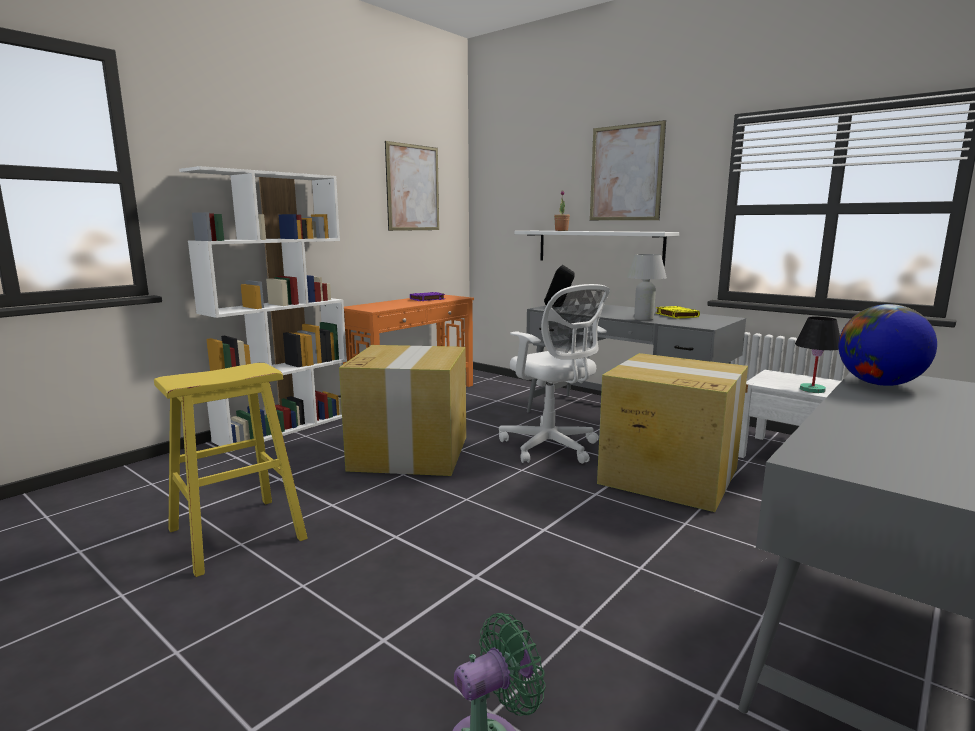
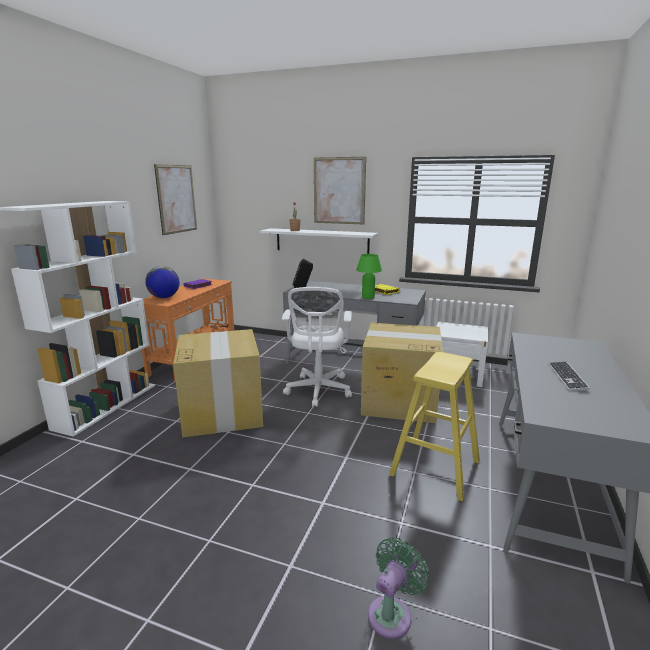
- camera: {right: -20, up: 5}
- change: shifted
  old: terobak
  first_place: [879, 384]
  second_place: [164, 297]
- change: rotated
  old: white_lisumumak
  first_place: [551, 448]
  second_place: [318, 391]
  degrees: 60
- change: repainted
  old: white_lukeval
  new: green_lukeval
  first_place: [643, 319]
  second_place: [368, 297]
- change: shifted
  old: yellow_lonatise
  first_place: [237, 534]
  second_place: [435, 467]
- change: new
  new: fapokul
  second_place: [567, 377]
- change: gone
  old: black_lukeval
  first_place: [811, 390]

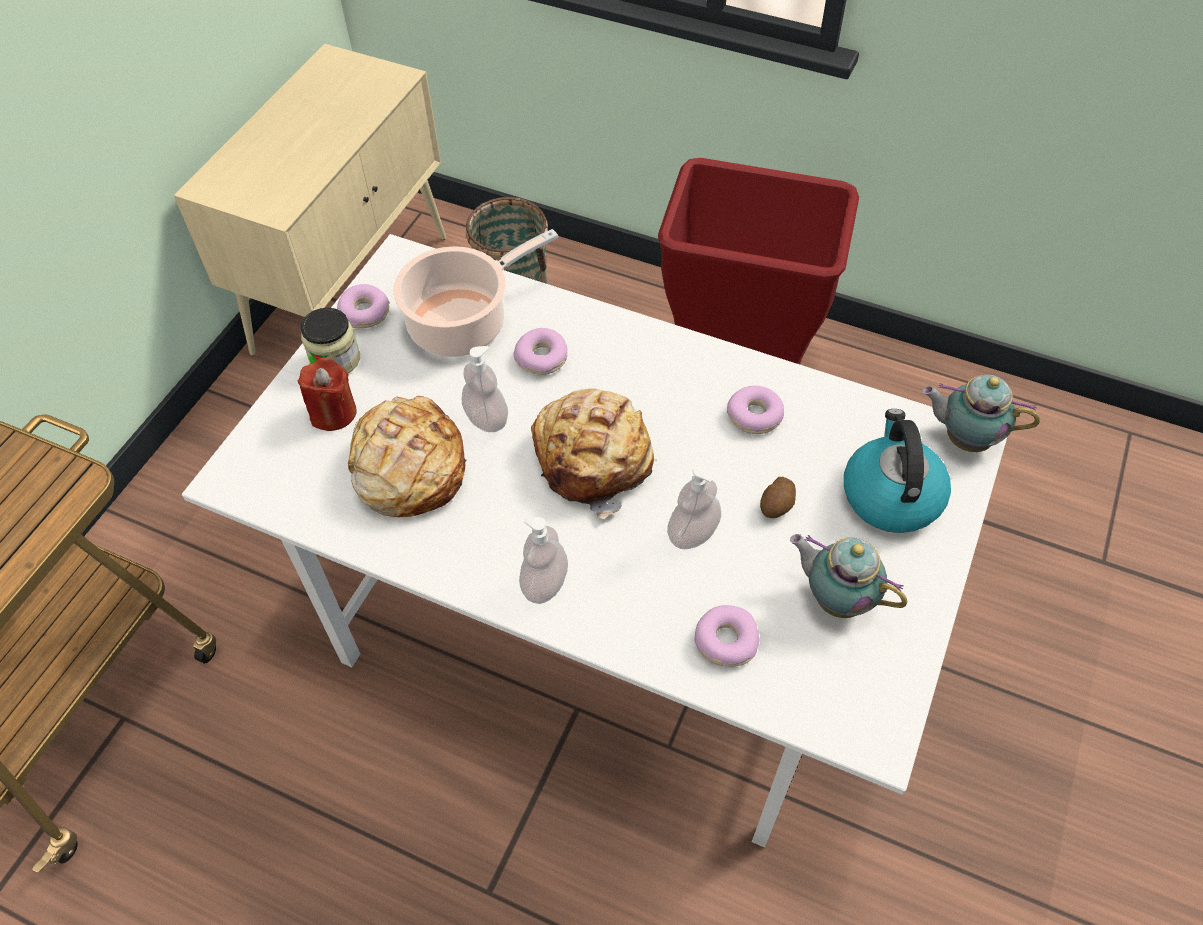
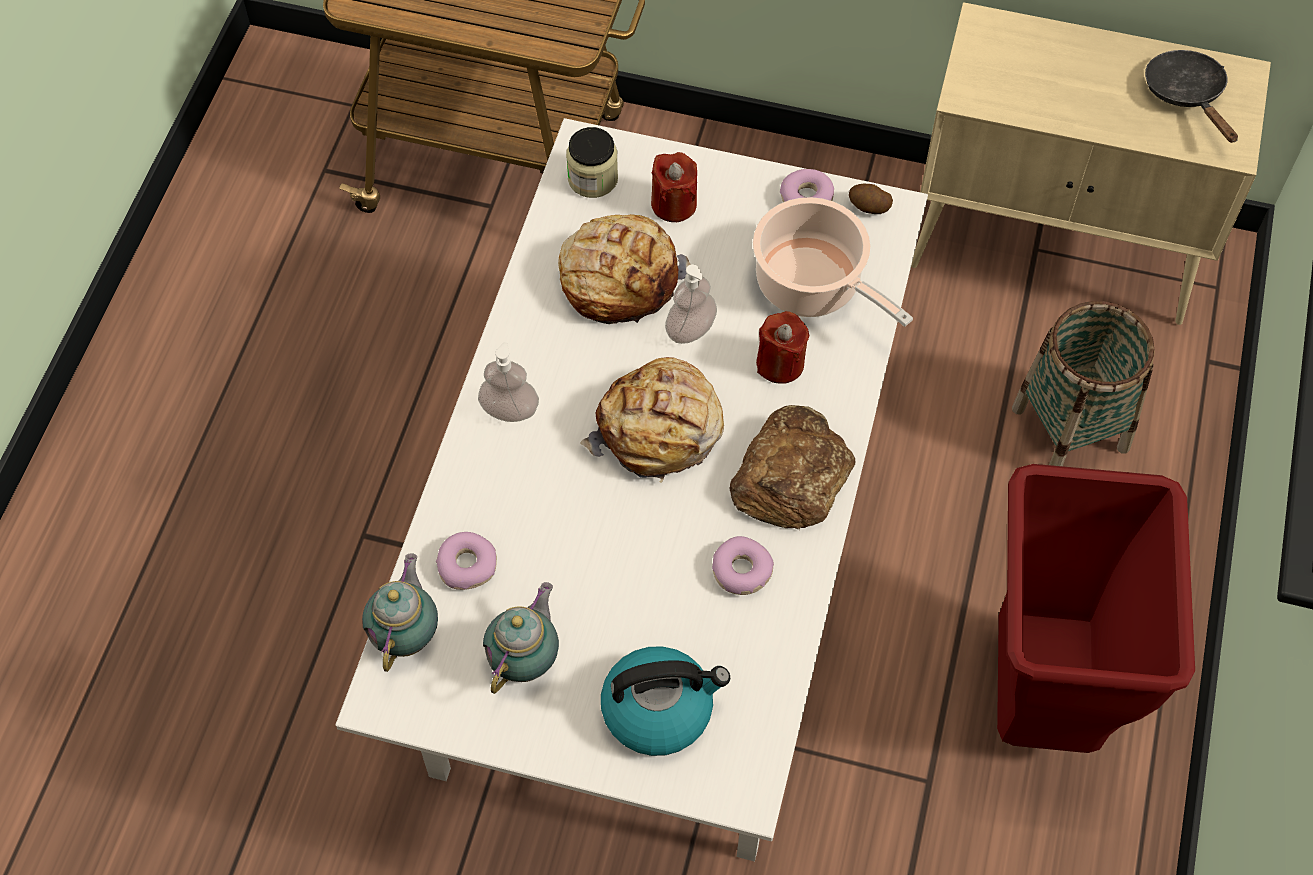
- camera: {right: 80, up: 5}
- change: shifted
  old: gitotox
  first_place: [964, 438]
  second_place: [407, 634]
- change: shifted
  old: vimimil
  first_place: [335, 360]
  second_place: [593, 179]
- change: new
  new: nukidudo
  second_place: [791, 475]
- change: swapped
  old: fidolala
  new: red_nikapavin
  first_place: [542, 358]
  second_place: [780, 363]
- change: shifted
  old: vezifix
  first_place: [777, 506]
  second_place: [868, 207]
- change: new
  new: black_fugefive
  second_place: [1187, 95]
- change: gone
  old: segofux
  first_place: [693, 533]

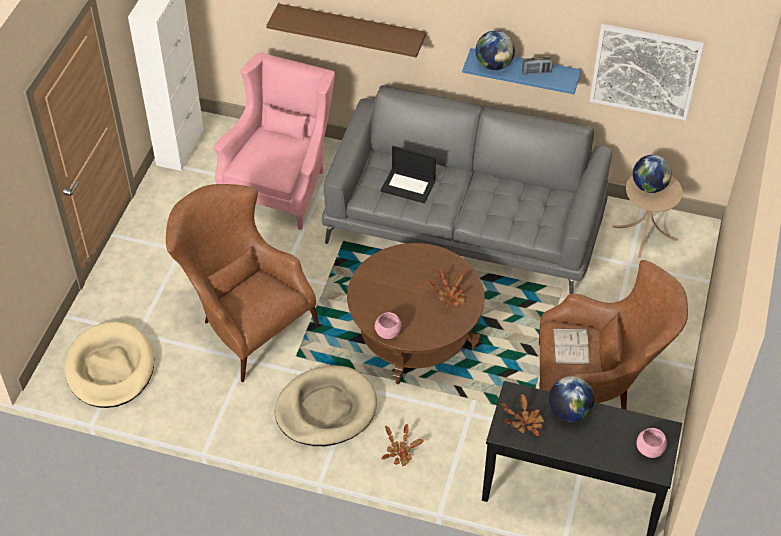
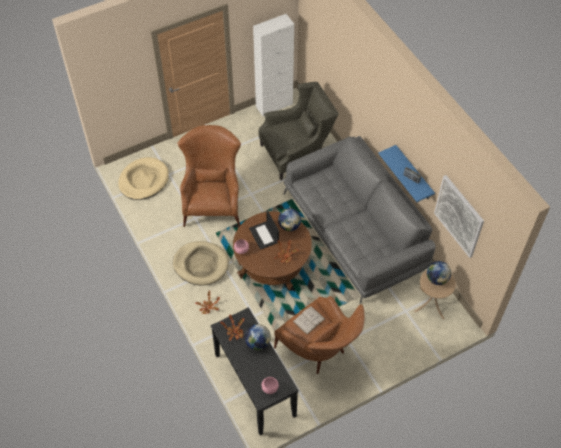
- camera: {right: 45, up: 5}
- change: shifted
  old: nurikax
  first_place: [409, 185]
  second_place: [264, 235]
- change: repainted
  old: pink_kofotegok
  new: grey_kofotegok
  first_place: [281, 183]
  second_place: [296, 153]
- change: shifted
  old: terobak
  first_place: [494, 65]
  second_place: [289, 226]
- change: gone
  old: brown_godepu
  first_place: [351, 28]

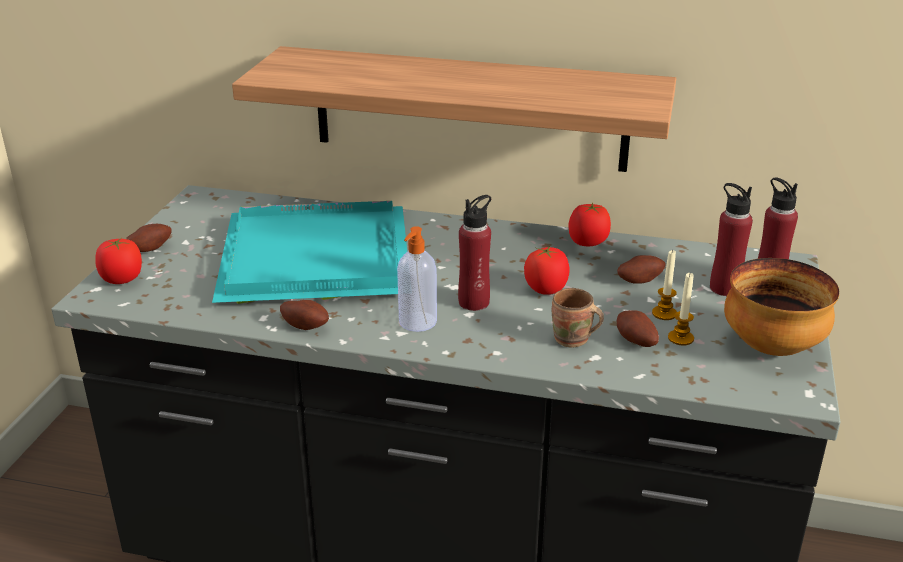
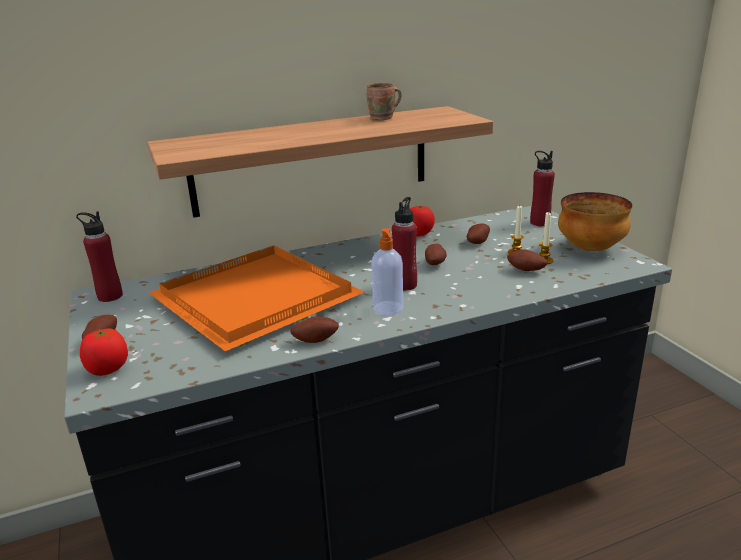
- camera: {right: -35, up: -5}
- change: shifted
  old: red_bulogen
  first_place: [724, 288]
  second_place: [110, 296]
- change: repainted
  old: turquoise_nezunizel
  new: orange_nezunizel
  first_place: [312, 260]
  second_place: [255, 301]
- change: shifted
  old: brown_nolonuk
  first_place: [572, 341]
  second_place: [383, 118]
- change: swapped
  old: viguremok
  new: vezifix
  first_place: [546, 289]
  second_place: [435, 264]

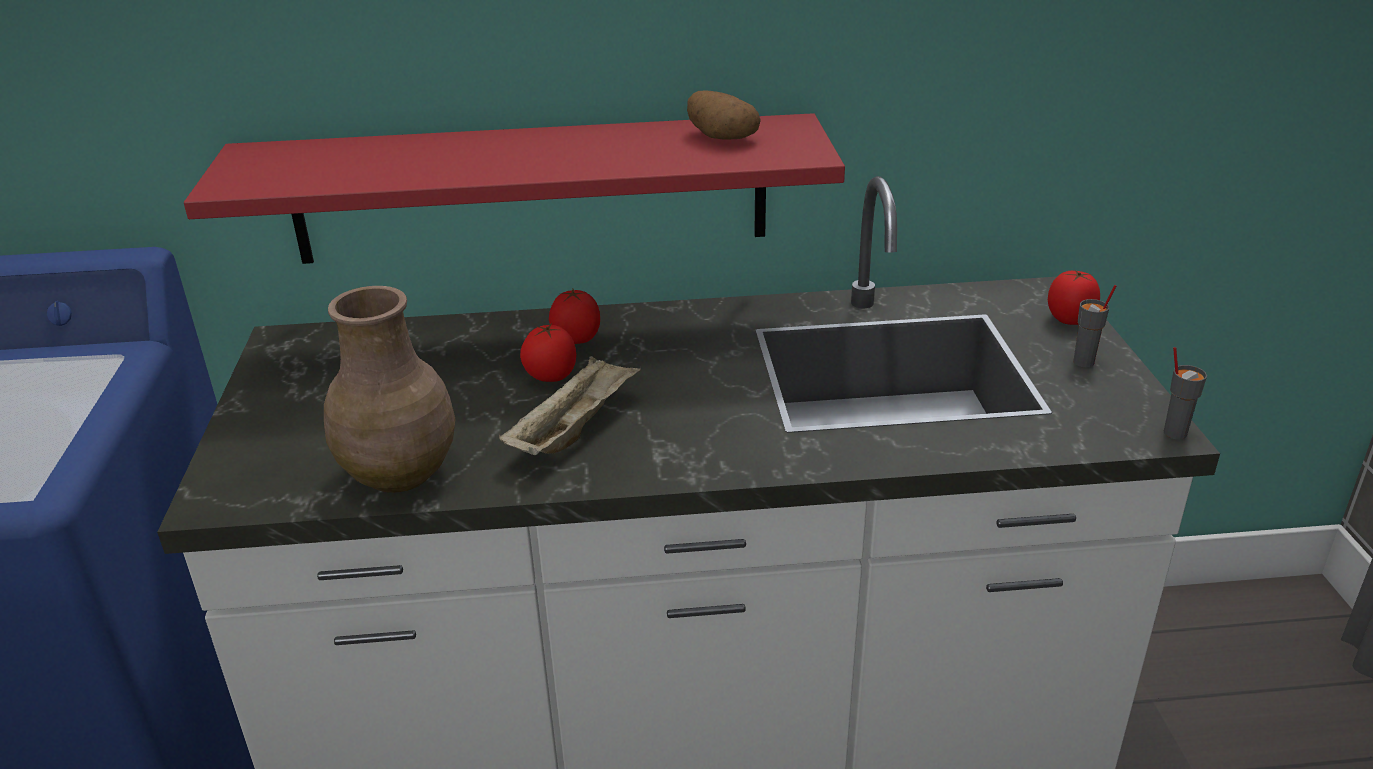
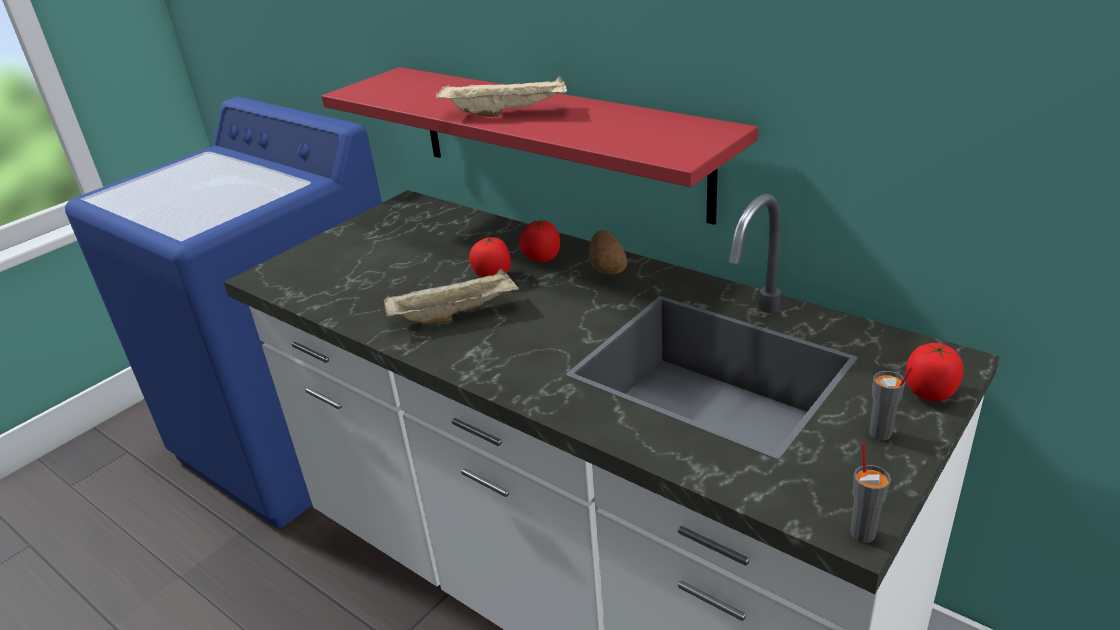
- camera: {right: 45, up: 0}
- change: new
  new: beige_nezunizel
  second_place: [507, 113]
- change: shifted
  old: vezifix
  first_place: [720, 137]
  second_place: [607, 267]
- change: gone
  old: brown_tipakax
  first_place: [401, 474]

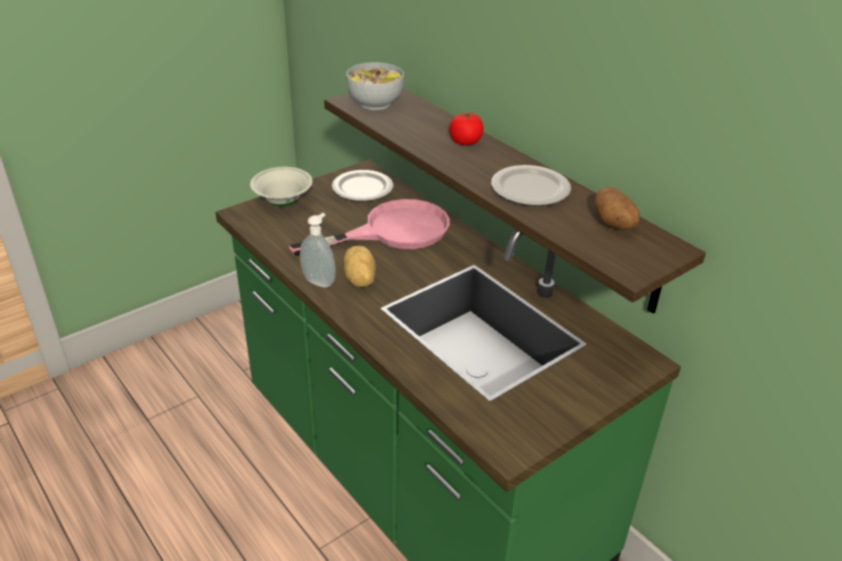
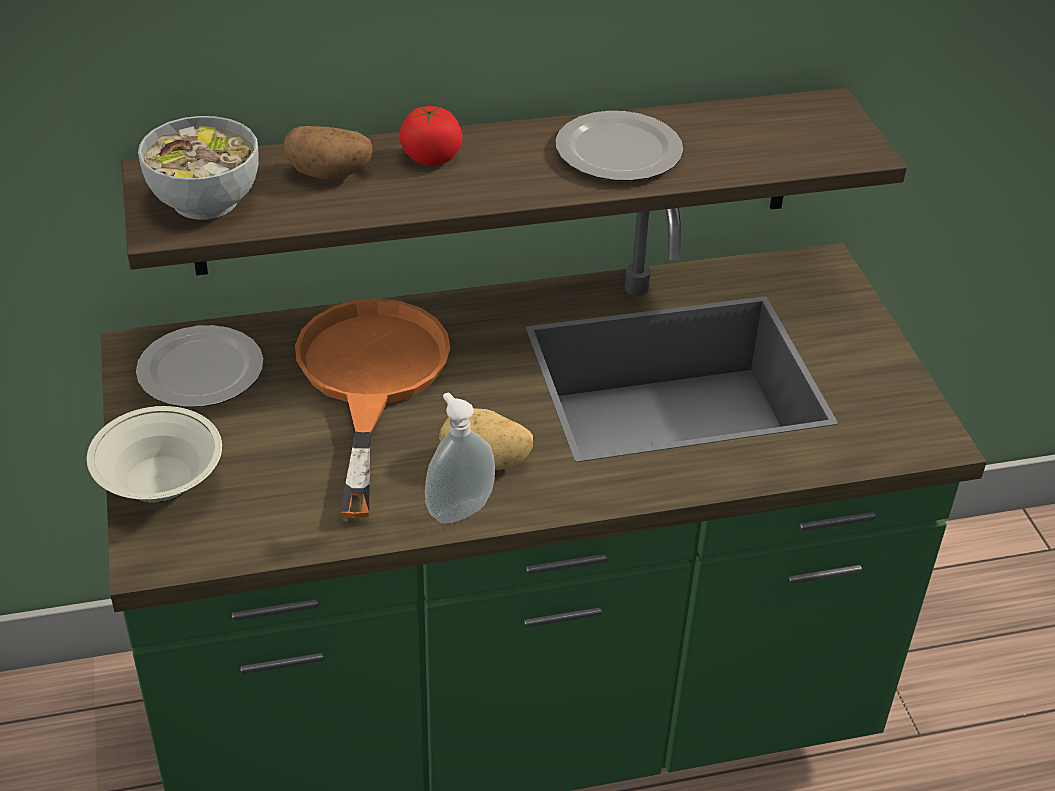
- camera: {right: -65, up: 5}
- change: shifted
  old: vezifix
  first_place: [614, 225]
  second_place: [330, 174]
- change: repainted
  old: pink_fugefive
  new: orange_fugefive
  first_place: [392, 231]
  second_place: [370, 380]

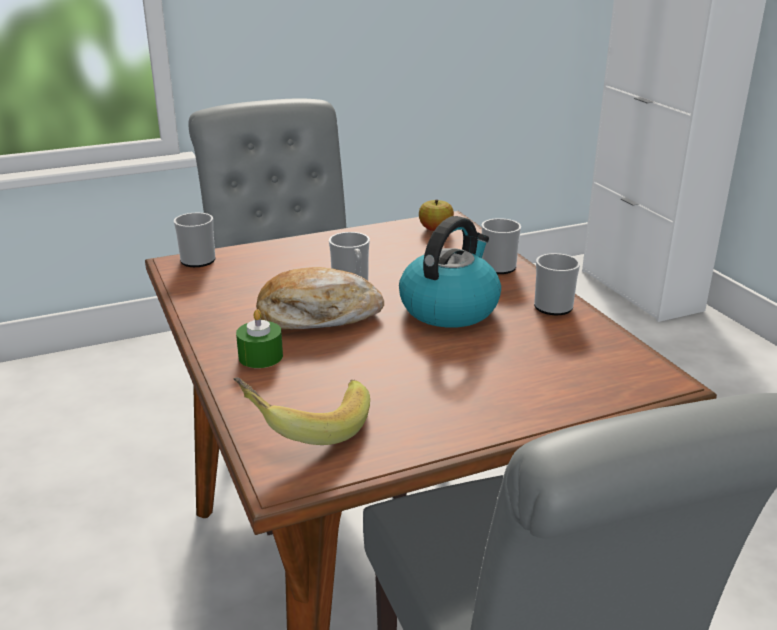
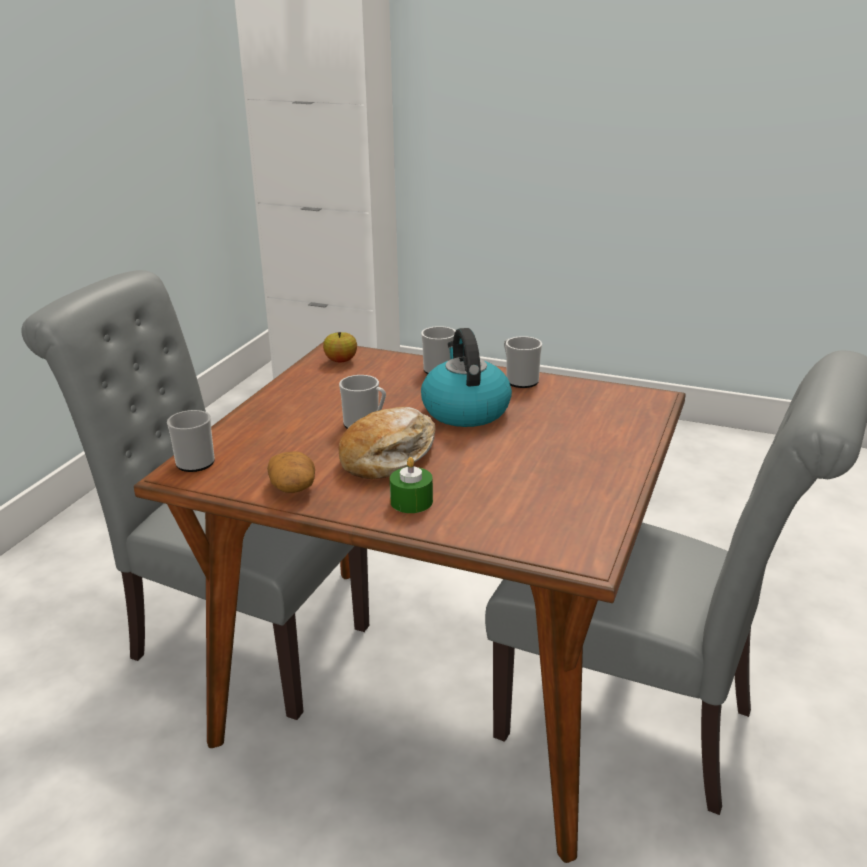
- camera: {right: -45, up: 0}
- change: new
  new: vezifix
  second_place: [293, 487]
- change: gone
  old: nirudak
  first_place: [306, 425]

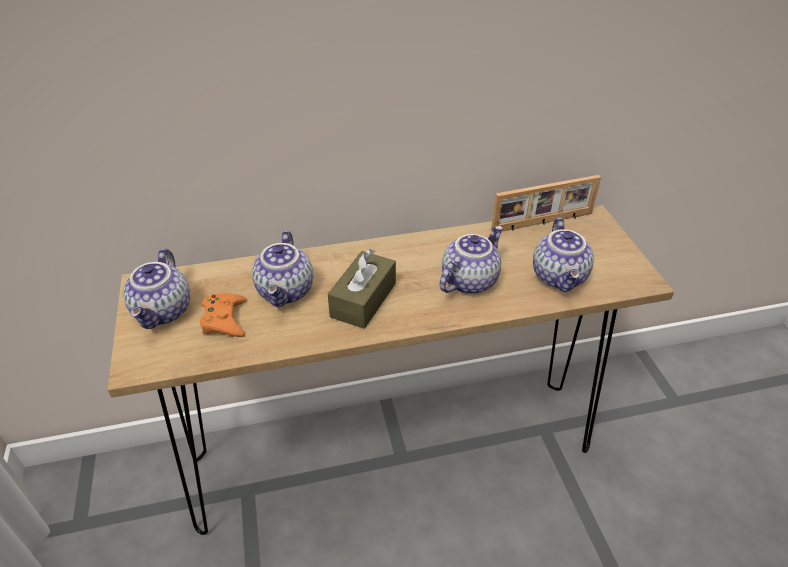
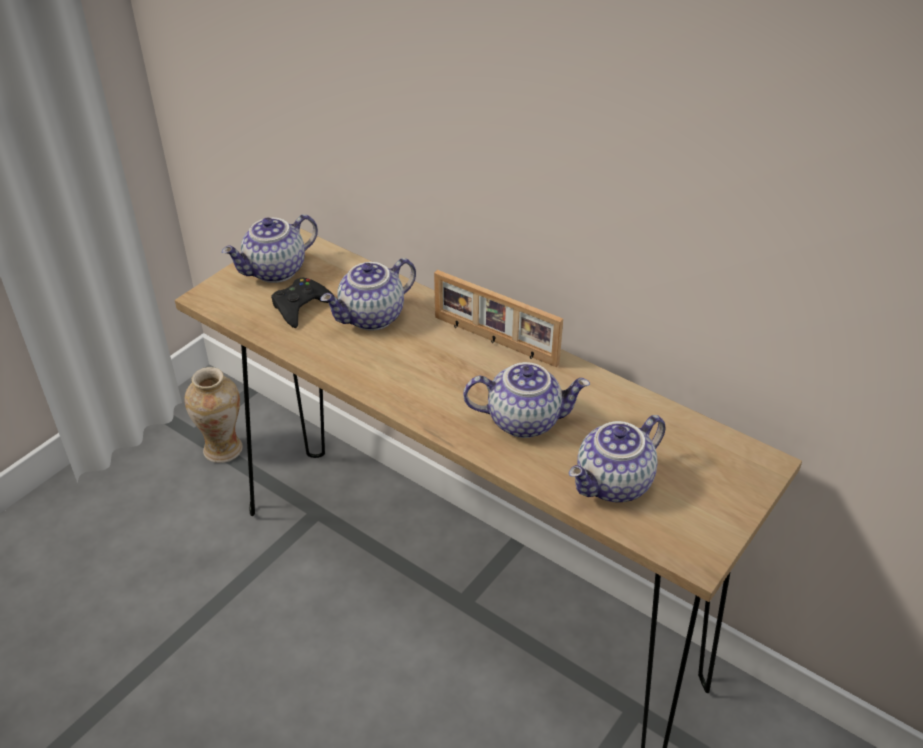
- camera: {right: 50, up: 0}
- change: new
  new: tipakax
  second_place: [223, 449]
- change: repainted
  old: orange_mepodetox
  new: black_mepodetox
  first_place: [225, 320]
  second_place: [301, 307]
- change: shifted
  old: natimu
  first_place: [542, 223]
  second_place: [494, 341]
- change: gone
  old: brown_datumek
  first_place: [363, 300]

